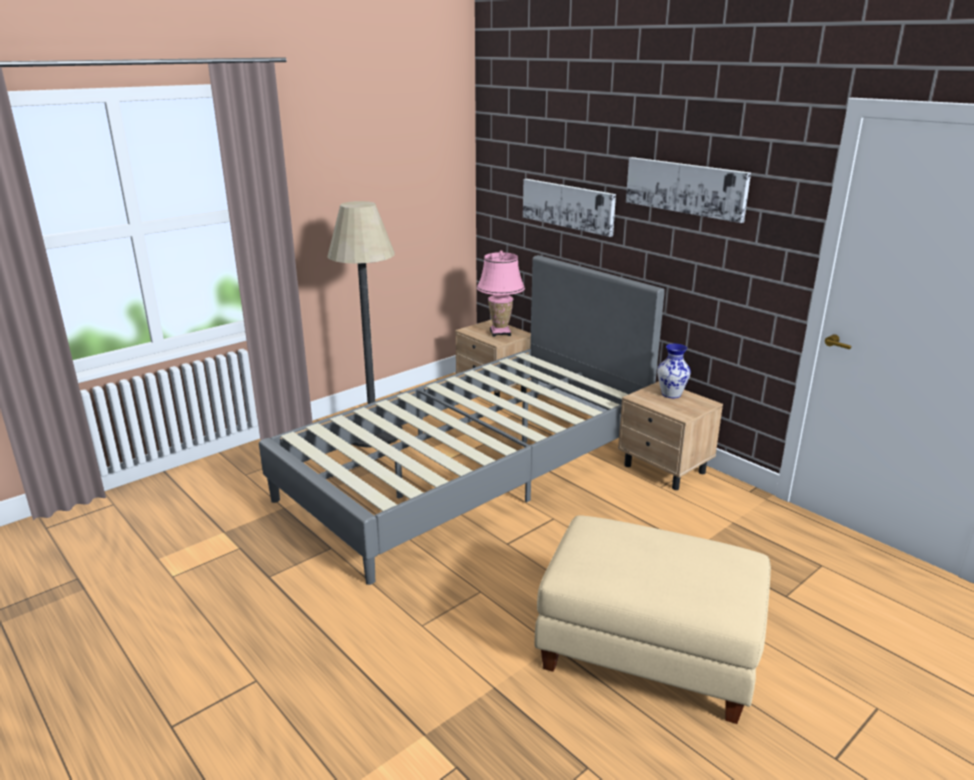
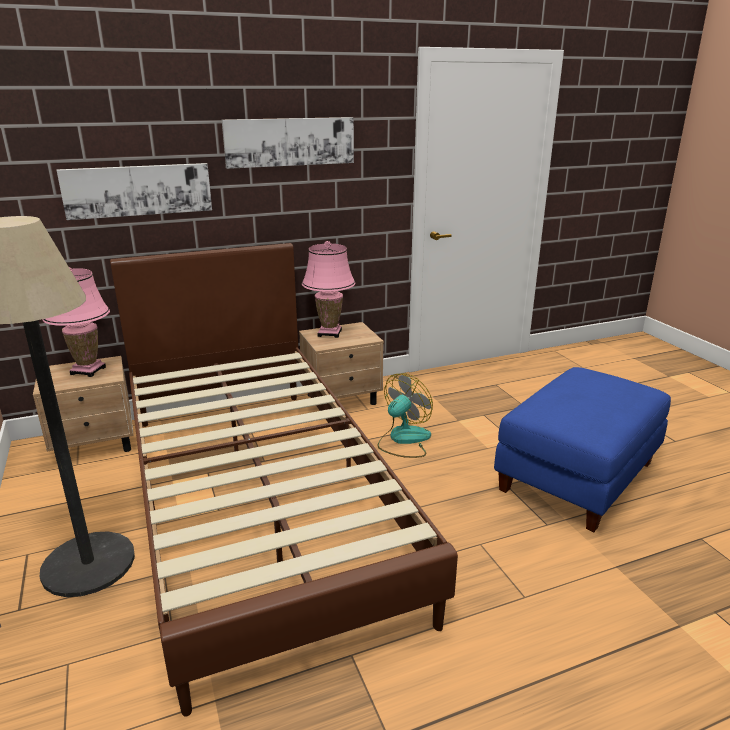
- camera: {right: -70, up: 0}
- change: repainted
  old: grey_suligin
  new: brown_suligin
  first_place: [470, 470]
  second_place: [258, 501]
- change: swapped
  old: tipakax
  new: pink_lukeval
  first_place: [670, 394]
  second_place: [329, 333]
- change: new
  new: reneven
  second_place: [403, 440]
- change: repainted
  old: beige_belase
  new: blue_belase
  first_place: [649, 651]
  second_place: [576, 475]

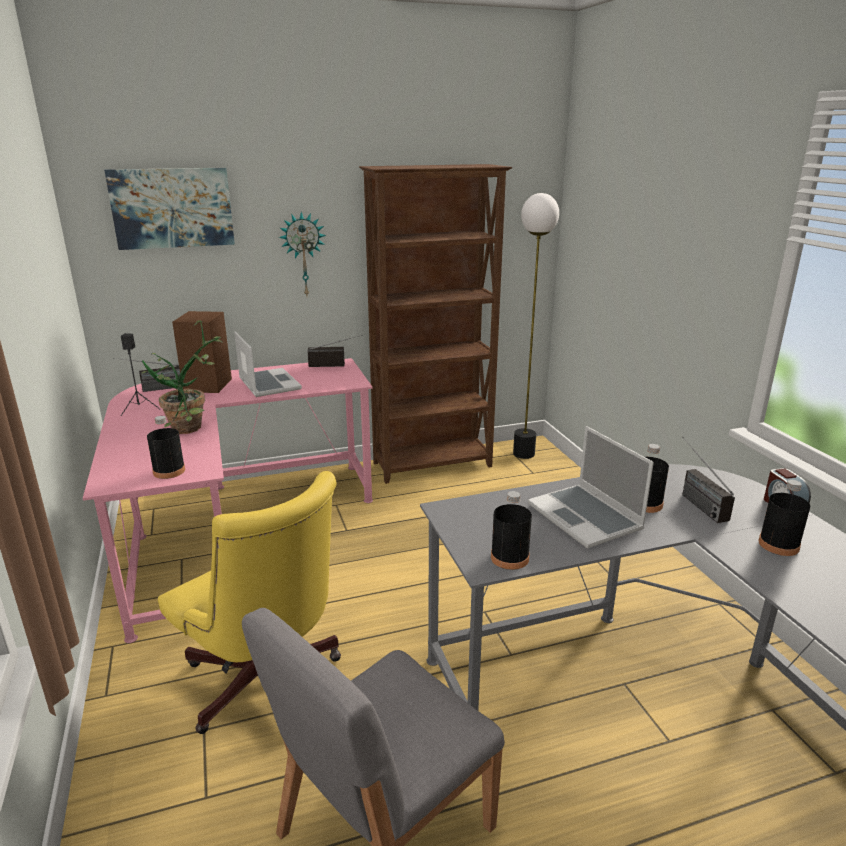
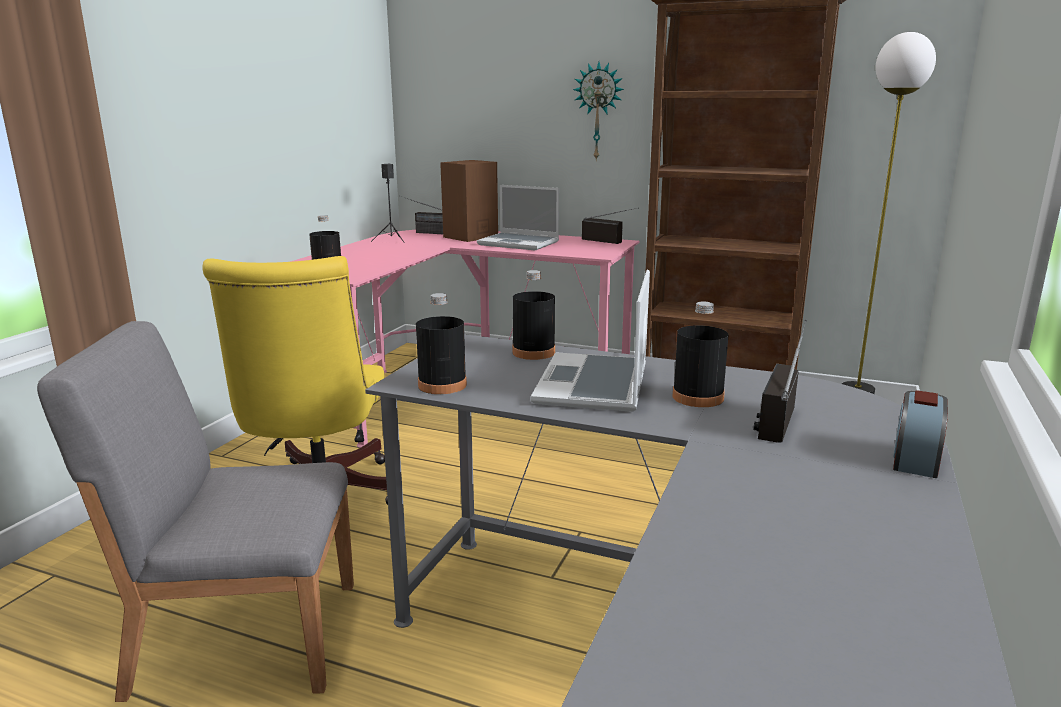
- camera: {right: 40, up: -5}
- change: rotated
  old: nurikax
  first_place: [268, 384]
  second_place: [520, 243]
  degrees: 105
- change: shifted
  old: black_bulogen
  first_place: [778, 545]
  second_place: [533, 352]
- change: gone
  old: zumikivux
  first_place: [172, 208]
- change: gone
  old: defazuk
  first_place: [194, 429]

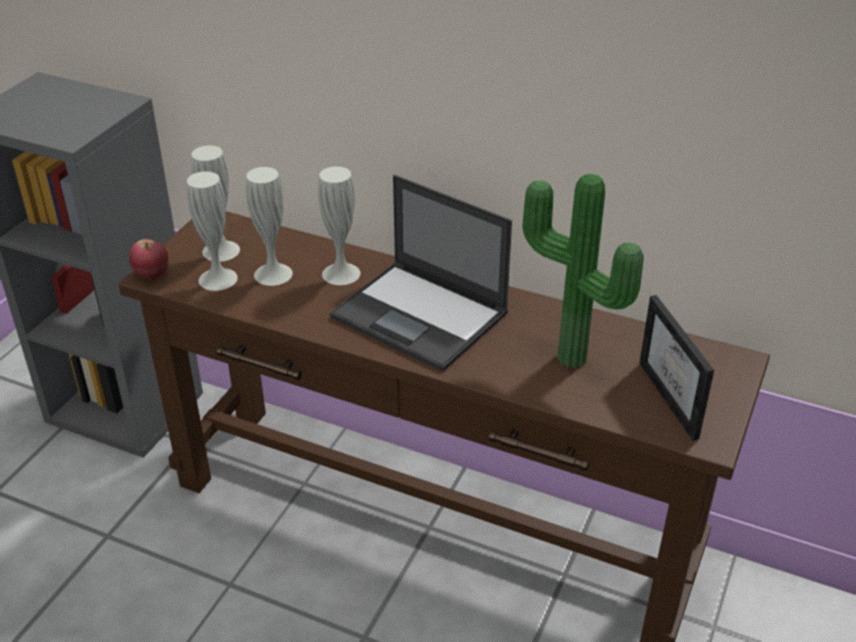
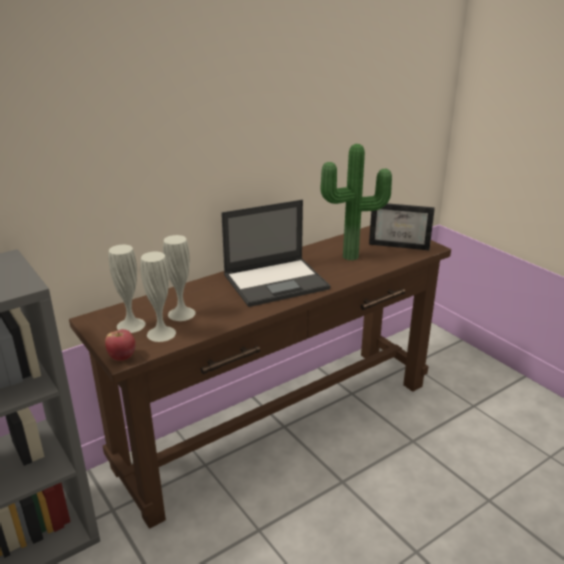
- camera: {right: -60, up: -10}
- change: gone
  old: white_tipakax
  first_place: [341, 273]

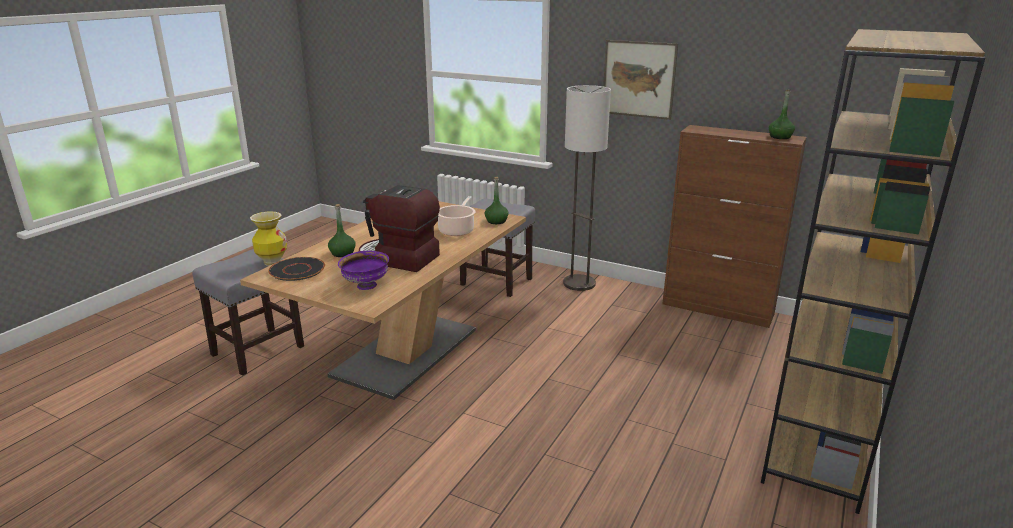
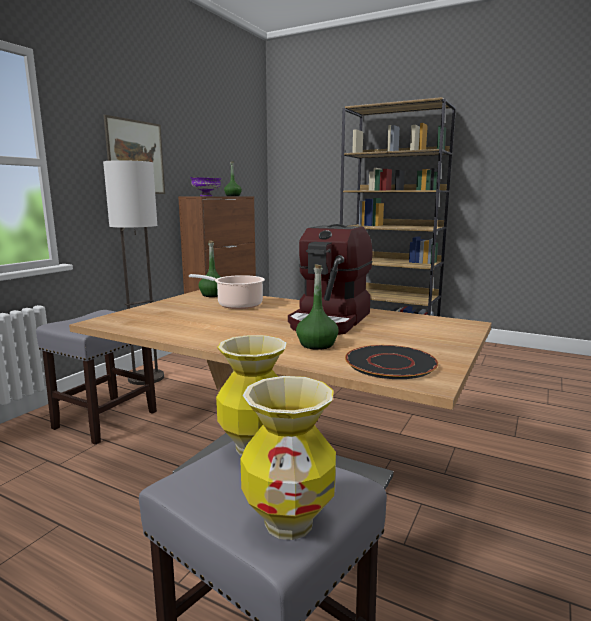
- camera: {right: -90, up: -10}
- change: shifted
  old: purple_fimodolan
  first_place: [366, 286]
  second_place: [206, 196]
- change: new
  new: tipakax
  second_place: [289, 522]

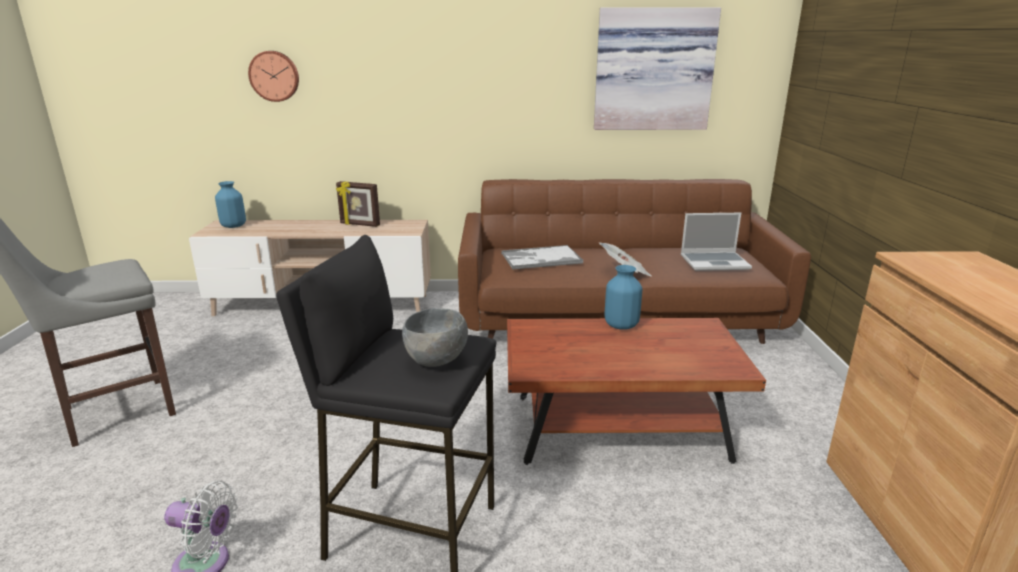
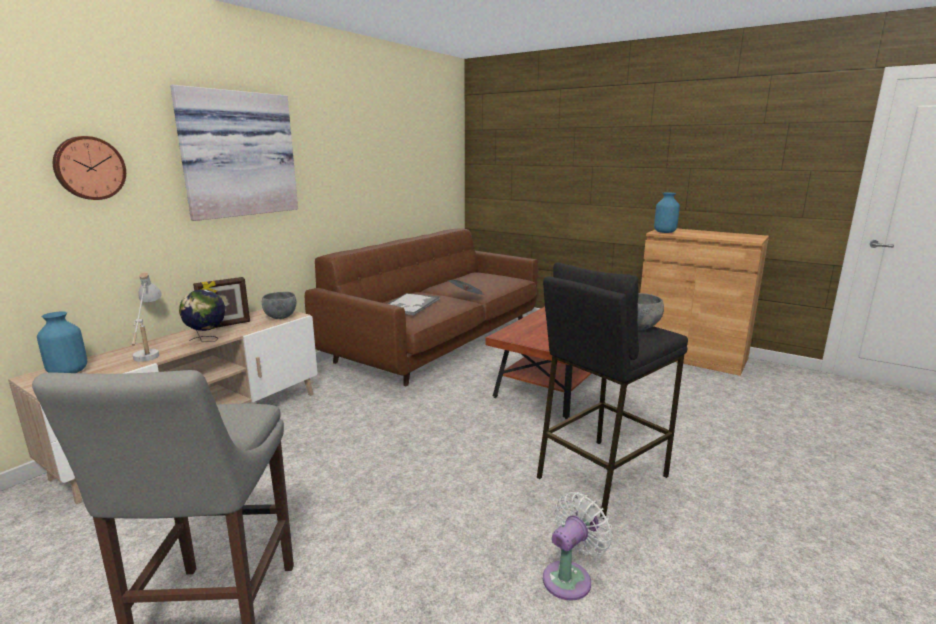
- camera: {right: -55, up: -5}
- change: new
  new: white_lukeval
  second_place: [150, 351]
- change: shifted
  old: zumikivux
  first_place: [653, 70]
  second_place: [237, 154]
- change: new
  new: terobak
  second_place: [207, 340]
- change: new
  new: grey_fimodolan
  second_place: [280, 317]
- change: shifted
  old: blue_tipakax
  first_place: [621, 325]
  second_place: [665, 232]
- change: gone
  old: nurikax
  first_place: [715, 262]

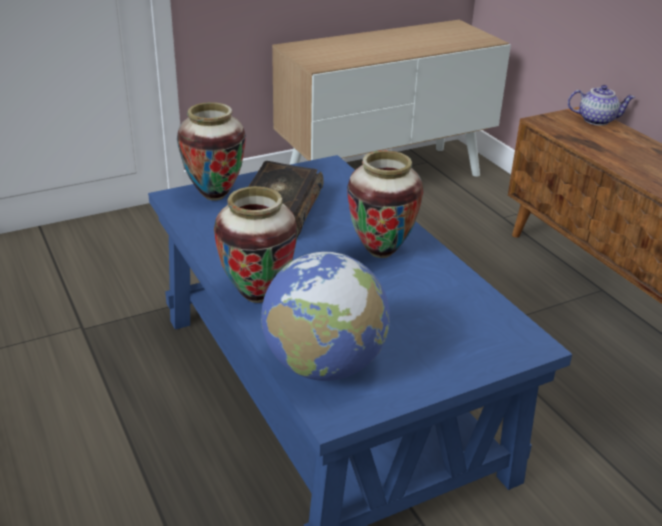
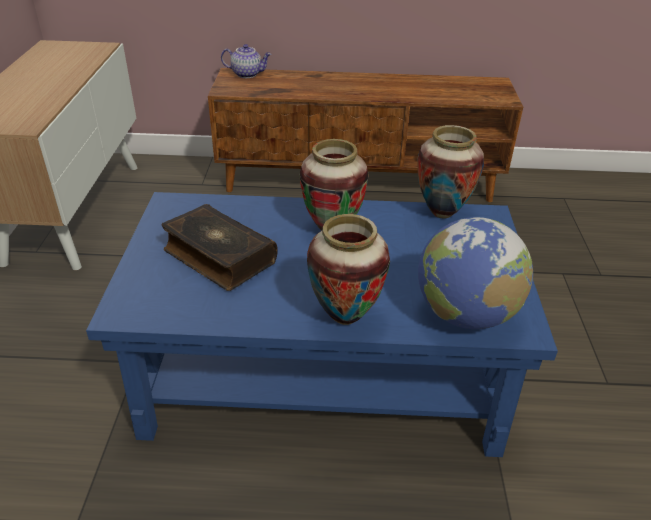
- camera: {right: -60, up: 5}
- change: rotated
  old: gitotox
  first_place: [596, 120]
  second_place: [247, 74]
  degrees: 60
- change: shifted
  old: tipakax
  first_place: [214, 195]
  second_place: [441, 213]

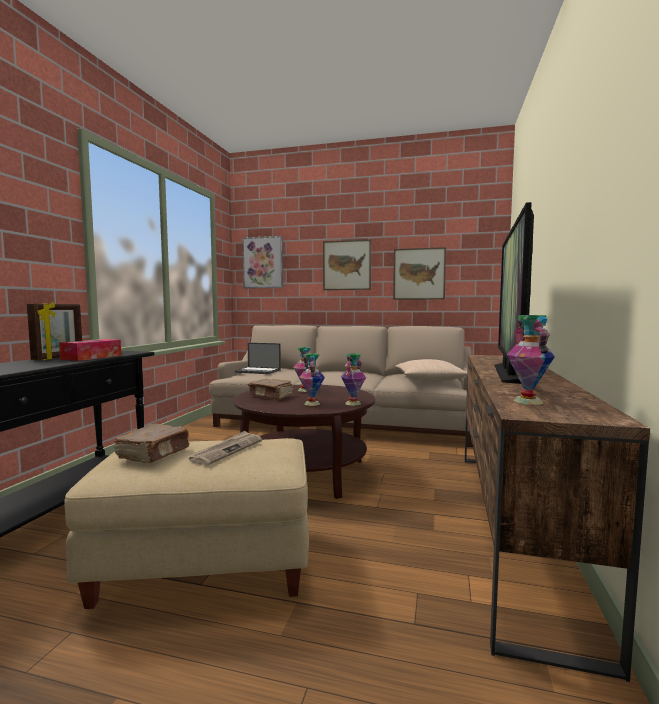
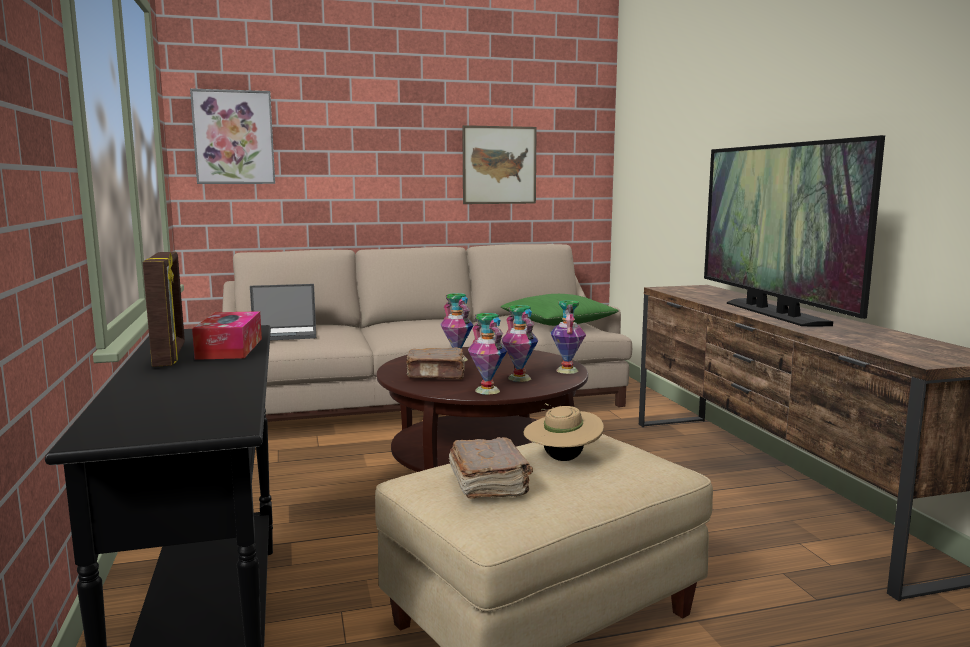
- camera: {right: -30, up: 5}
- change: shifted
  old: tipakax
  first_place: [528, 401]
  second_place: [488, 390]
- change: repainted
  old: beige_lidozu
  new: green_lidozu
  first_place: [429, 380]
  second_place: [557, 323]
- change: swapped
  old: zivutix
  new: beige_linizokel
  first_place: [227, 450]
  second_place: [562, 459]
- change: gone
  old: zumikivux
  first_place: [346, 265]

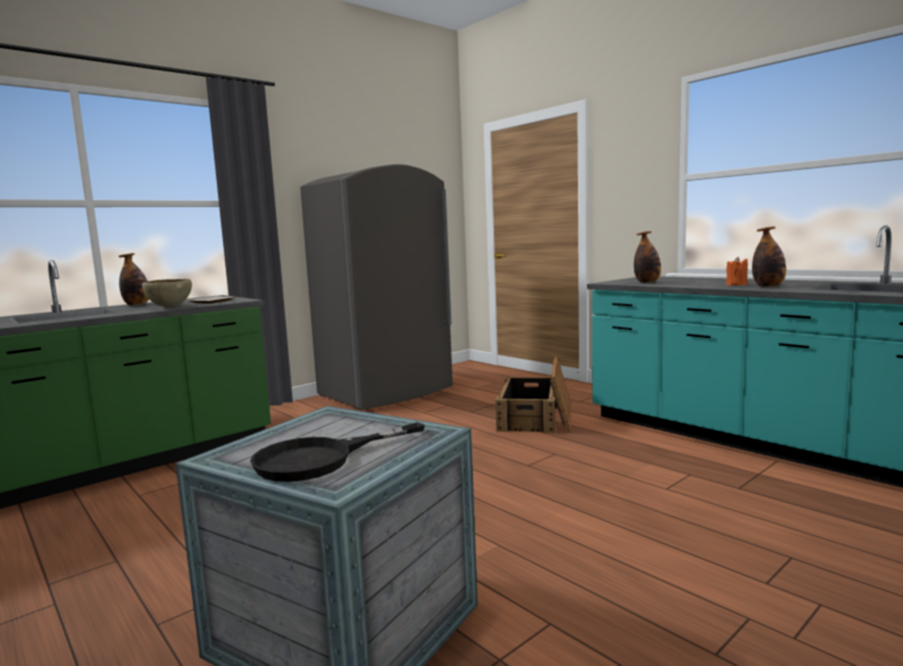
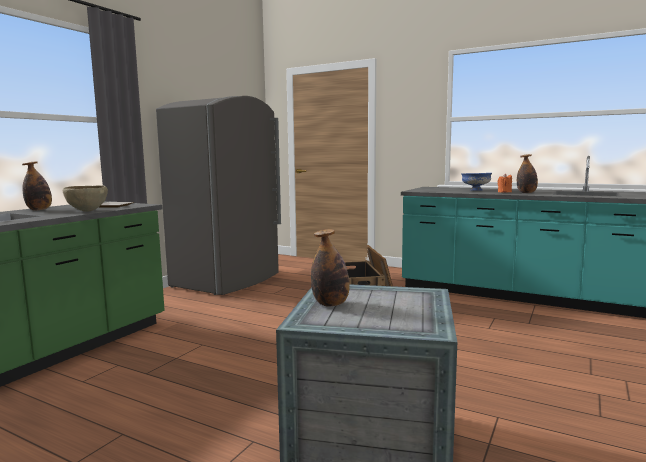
- camera: {right: -20, up: 0}
- change: shifted
  old: bulogen
  first_place: [647, 282]
  second_place: [330, 304]
- change: new
  new: blue_fimodolan
  second_place: [475, 190]
- change: gone
  old: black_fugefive
  first_place: [320, 458]

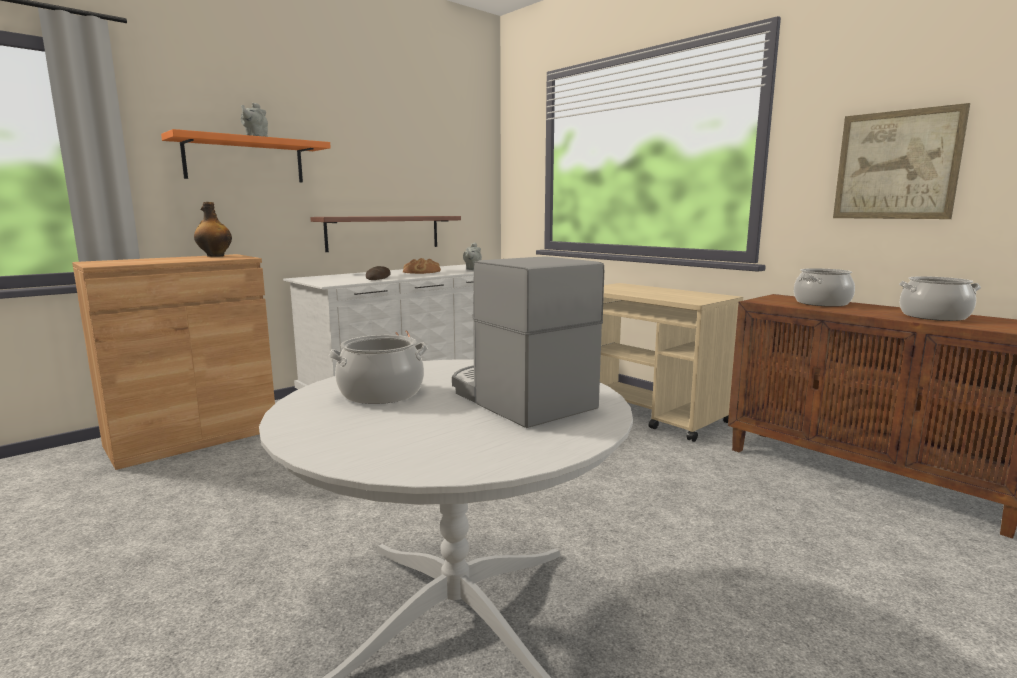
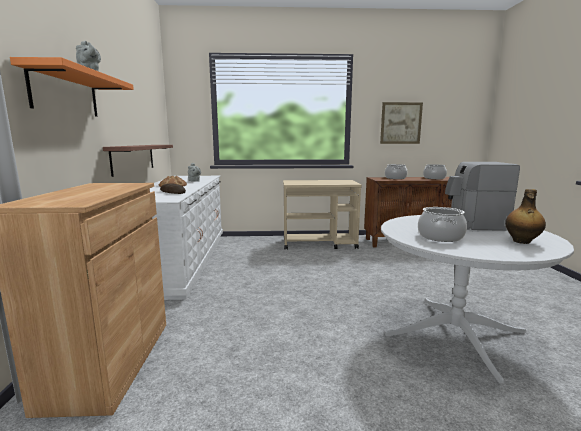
- camera: {right: -50, up: 0}
- change: shifted
  old: bulogen
  first_place: [215, 256]
  second_place: [521, 241]

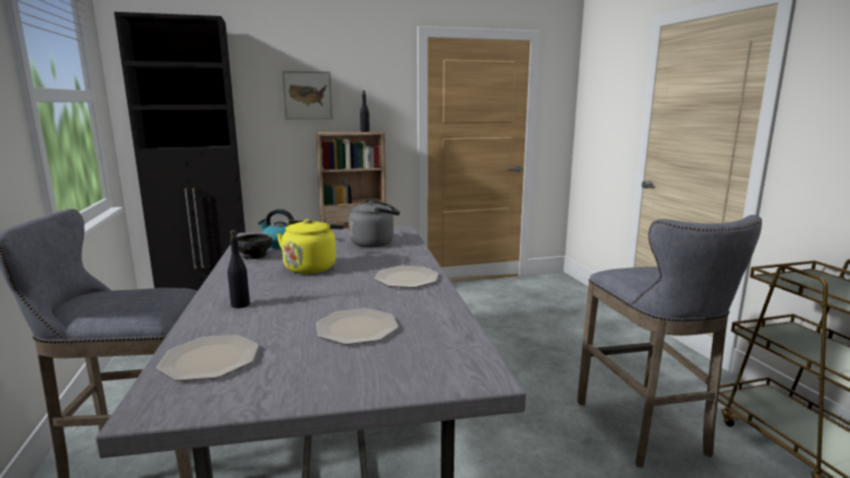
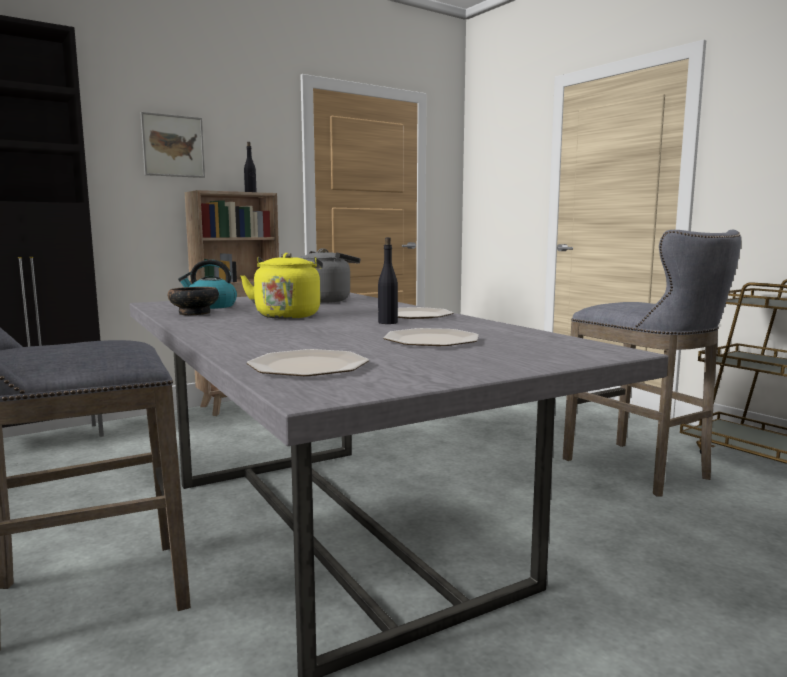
- camera: {right: -20, up: -5}
- change: shifted
  old: black_bulogen
  first_place: [240, 304]
  second_place: [387, 322]

